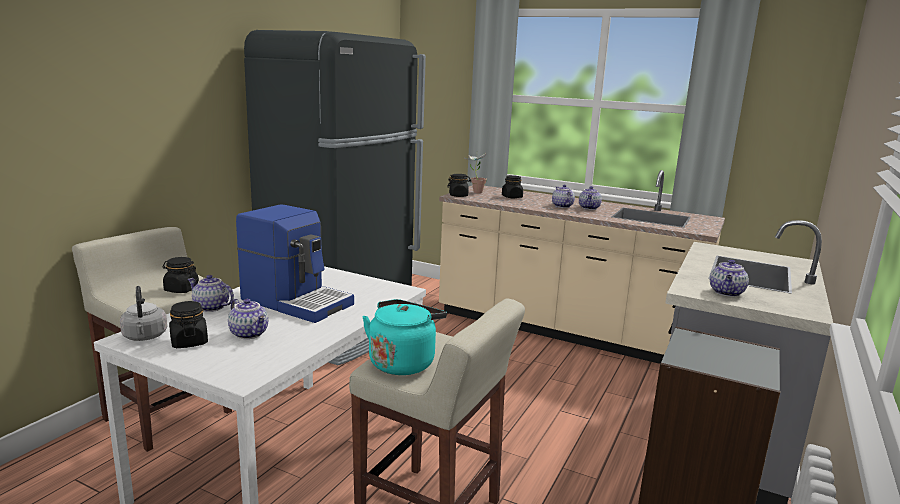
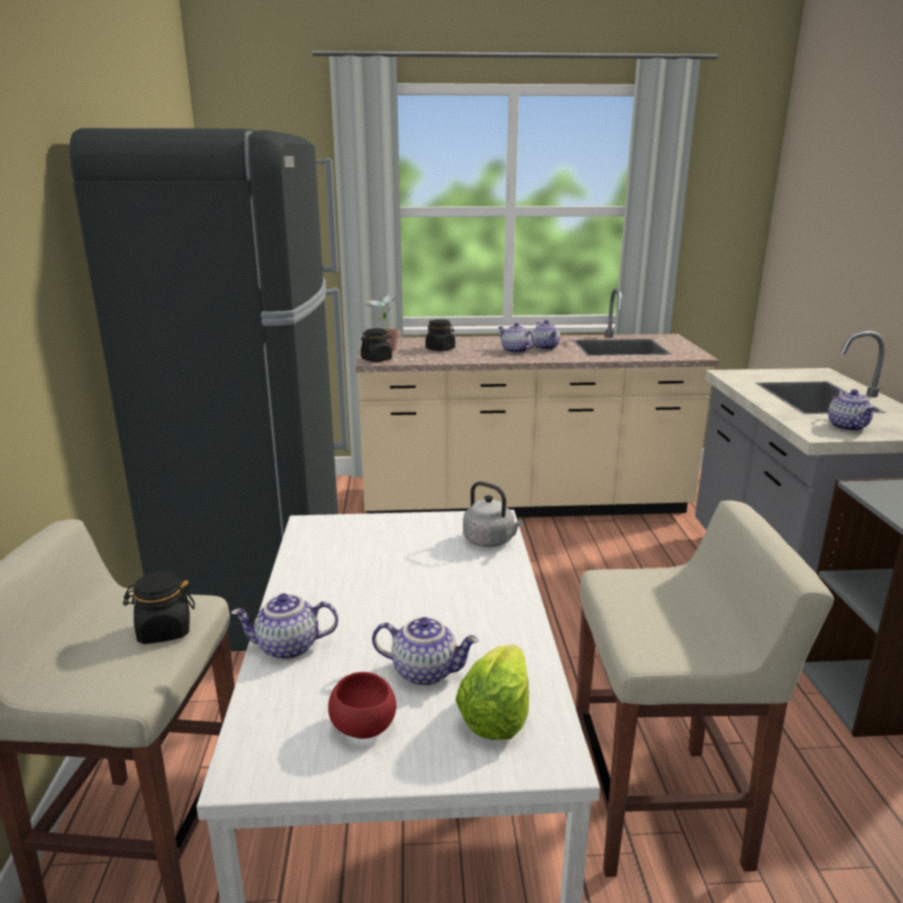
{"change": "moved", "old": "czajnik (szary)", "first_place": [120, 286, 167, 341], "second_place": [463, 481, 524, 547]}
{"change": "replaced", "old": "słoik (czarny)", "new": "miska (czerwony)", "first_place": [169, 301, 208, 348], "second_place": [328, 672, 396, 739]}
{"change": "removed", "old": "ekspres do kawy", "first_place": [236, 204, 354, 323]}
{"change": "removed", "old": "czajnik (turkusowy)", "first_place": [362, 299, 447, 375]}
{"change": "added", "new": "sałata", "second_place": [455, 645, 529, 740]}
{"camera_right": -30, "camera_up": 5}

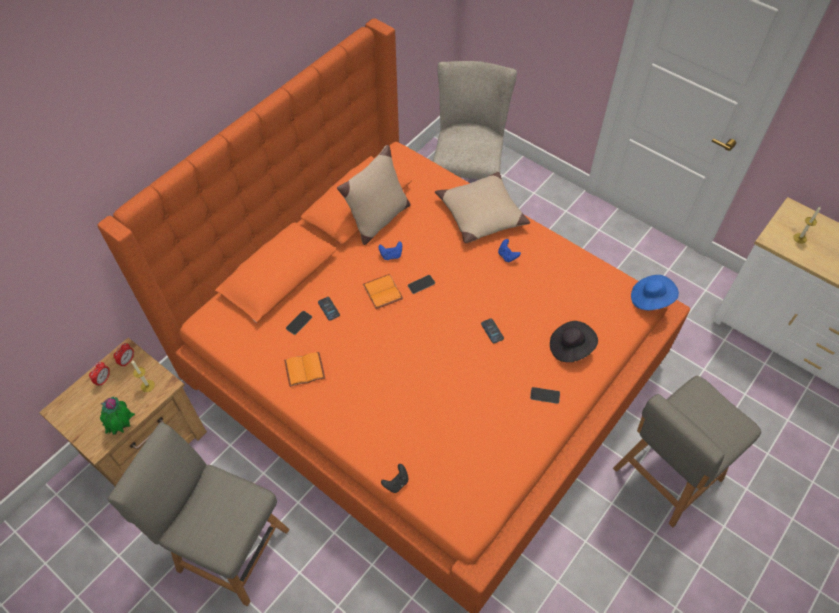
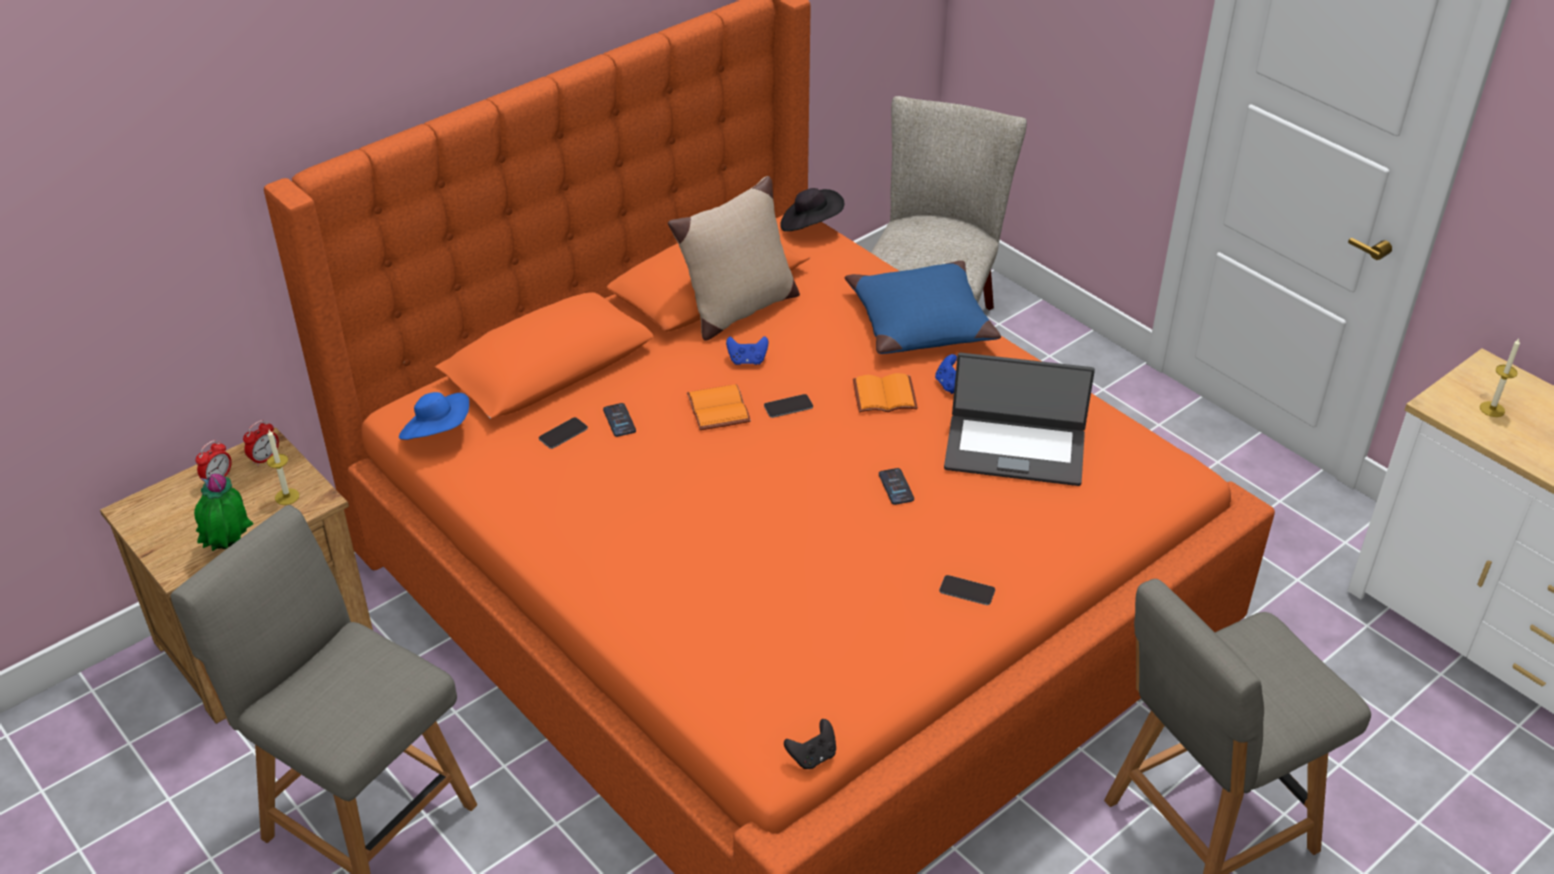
{"change": "moved", "old": "książka (pomarańczowy)", "first_place": [284, 352, 325, 387], "second_place": [853, 373, 918, 413]}
{"change": "moved", "old": "pad do gier (czarny)", "first_place": [381, 464, 409, 493], "second_place": [784, 719, 836, 769]}
{"change": "recoloured", "old": "poduszka (beżowy)", "new": "poduszka (niebieski)", "first_place": [435, 172, 530, 243], "second_place": [845, 260, 1001, 354]}
{"change": "moved", "old": "kapelusz (czarny)", "first_place": [550, 321, 598, 362], "second_place": [780, 188, 844, 232]}
{"change": "moved", "old": "kapelusz (niebieski)", "first_place": [631, 275, 679, 310], "second_place": [399, 392, 469, 440]}
{"change": "added", "new": "laptop", "second_place": [944, 353, 1095, 486]}
{"camera_right": 10, "camera_up": -15}

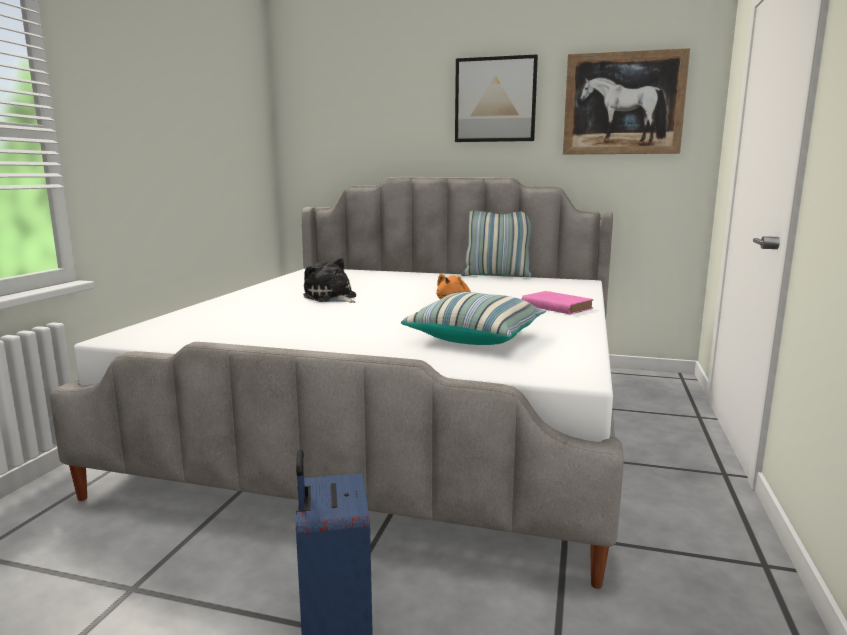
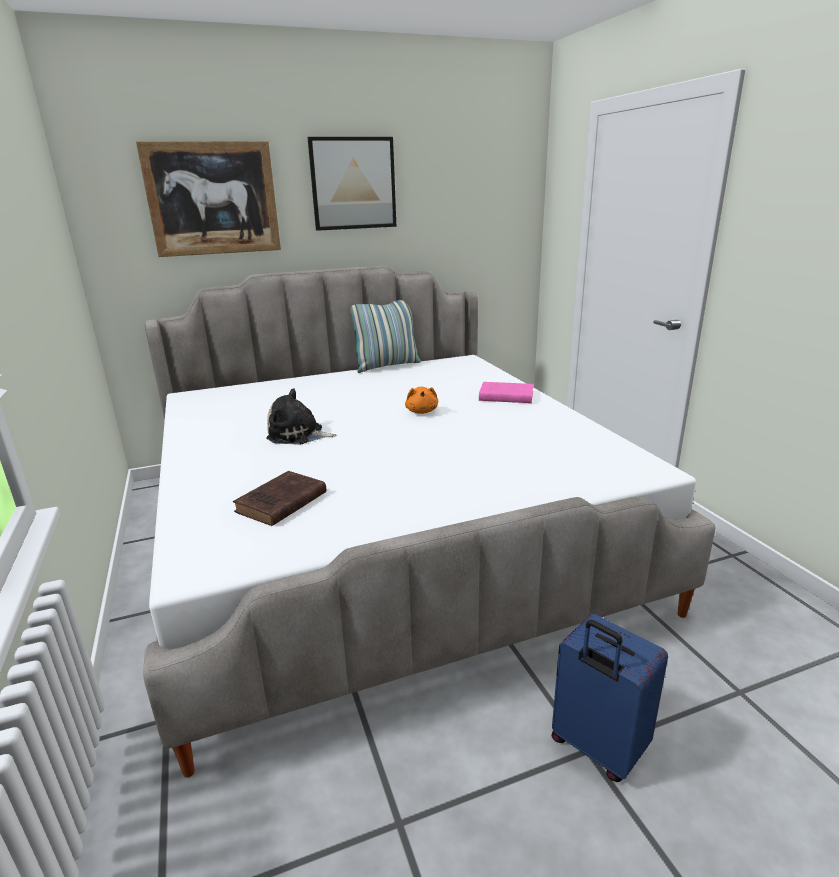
{"change": "removed", "old": "poduszka", "first_place": [401, 292, 546, 345]}
{"change": "moved", "old": "obraz", "first_place": [563, 48, 690, 155], "second_place": [136, 141, 281, 257]}
{"change": "added", "new": "książka (brązowy)", "second_place": [233, 471, 326, 526]}
{"camera_right": -35, "camera_up": 10}

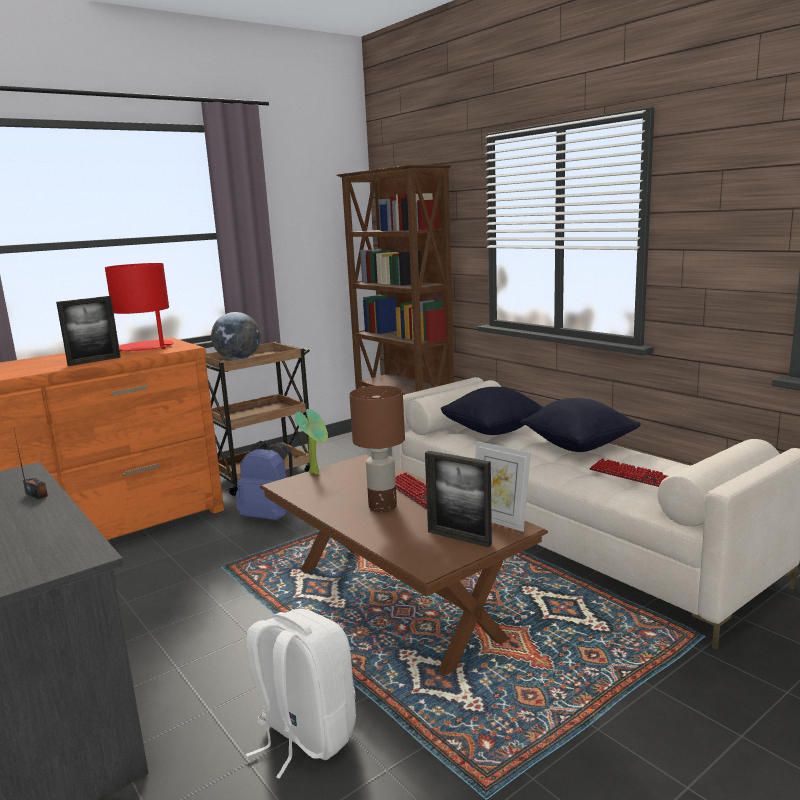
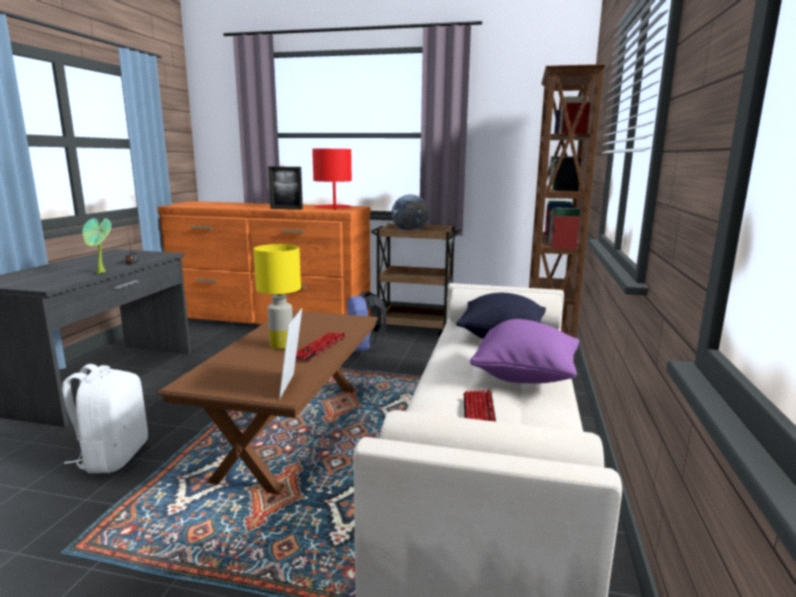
{"change": "moved", "old": "roślina doniczkowa", "first_place": [295, 409, 328, 474], "second_place": [82, 218, 111, 274]}
{"change": "recoloured", "old": "lampa stołowa (brązowy)", "new": "lampa stołowa (żółty)", "first_place": [349, 386, 405, 512], "second_place": [254, 244, 301, 349]}
{"change": "removed", "old": "ramka na zdjęcie", "first_place": [425, 451, 492, 547]}
{"change": "recoloured", "old": "poduszka (czarny)", "new": "poduszka (fioletowy)", "first_place": [520, 398, 641, 452], "second_place": [470, 319, 579, 384]}
{"camera_right": 50, "camera_up": 0}

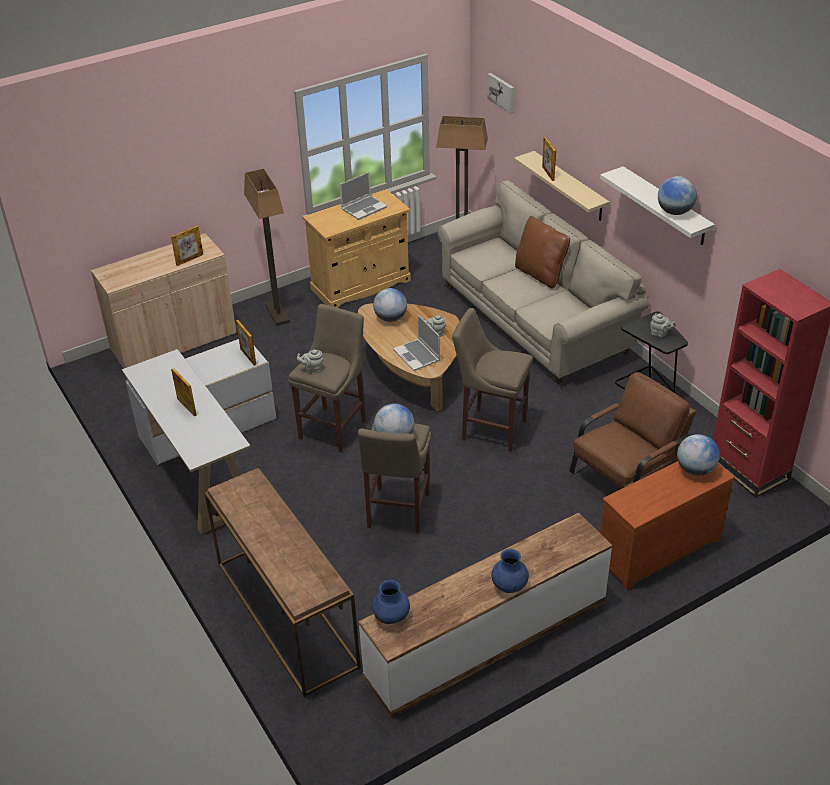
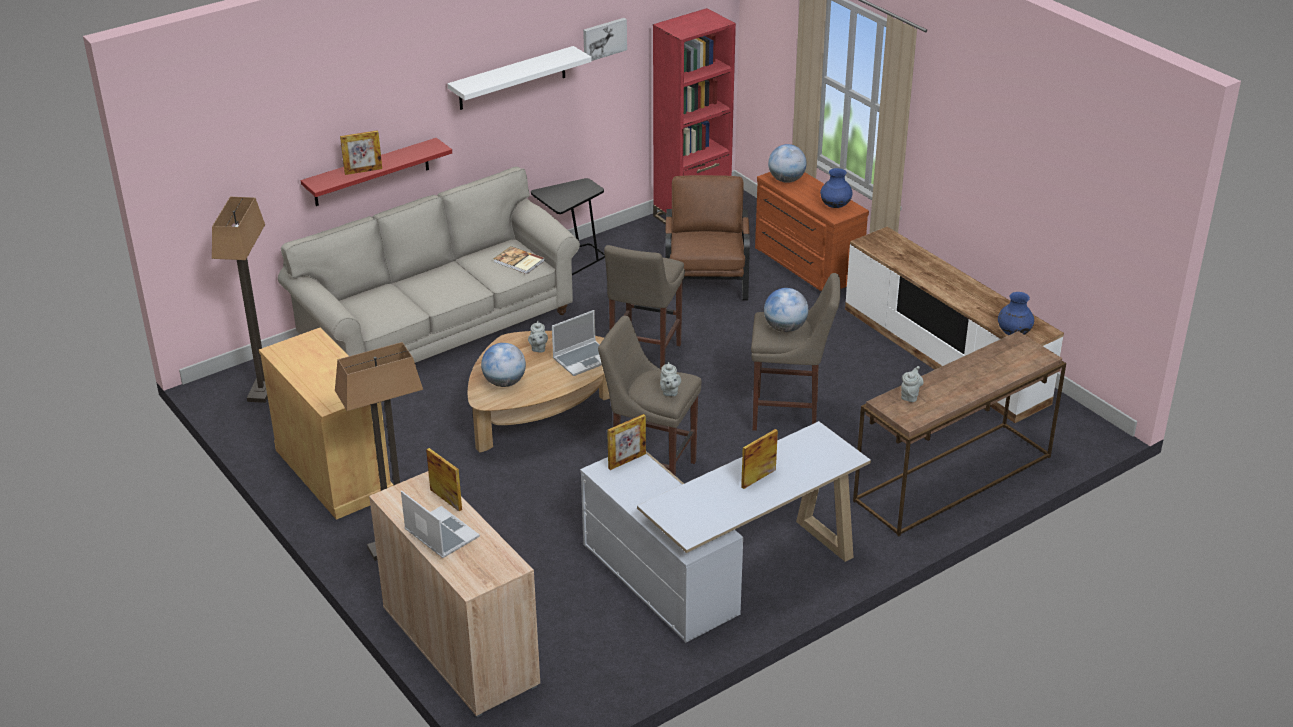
{"change": "moved", "old": "laptop", "first_place": [340, 172, 387, 220], "second_place": [401, 491, 480, 558]}
{"change": "moved", "old": "obraz", "first_place": [488, 73, 514, 114], "second_place": [583, 18, 627, 61]}
{"change": "moved", "old": "wazon (niebieski)", "first_place": [491, 549, 529, 593], "second_place": [820, 168, 853, 208]}
{"change": "recoloured", "old": "półka (beżowy)", "new": "półka (czerwony)", "first_place": [514, 151, 609, 221], "second_place": [301, 138, 452, 206]}
{"change": "removed", "old": "poduszka (brązowy)", "first_place": [515, 216, 570, 289]}
{"change": "turned", "old": "fotel (brązowy)", "first_place": [570, 372, 696, 489], "second_place": [665, 175, 750, 300], "degrees": 45}
{"change": "moved", "old": "imbryk (szary)", "first_place": [650, 313, 676, 337], "second_place": [901, 366, 924, 402]}
{"change": "removed", "old": "globus", "first_place": [658, 176, 697, 215]}
{"change": "added", "new": "książka", "second_place": [493, 246, 545, 274]}
{"camera_right": -95, "camera_up": -5}

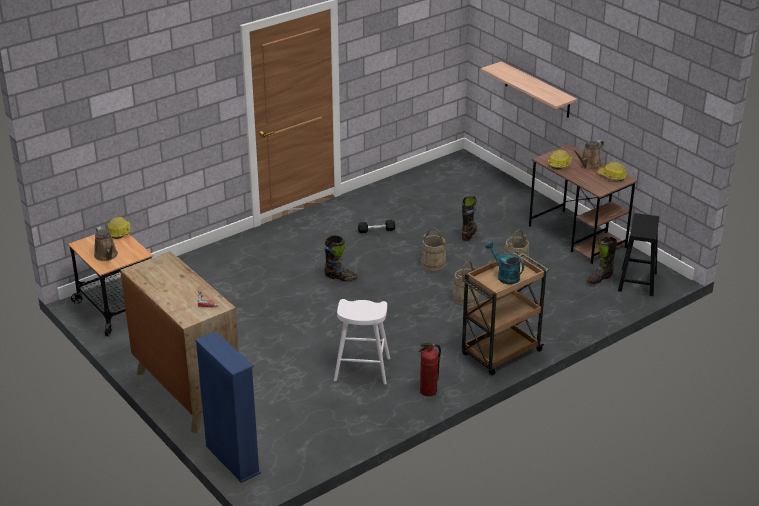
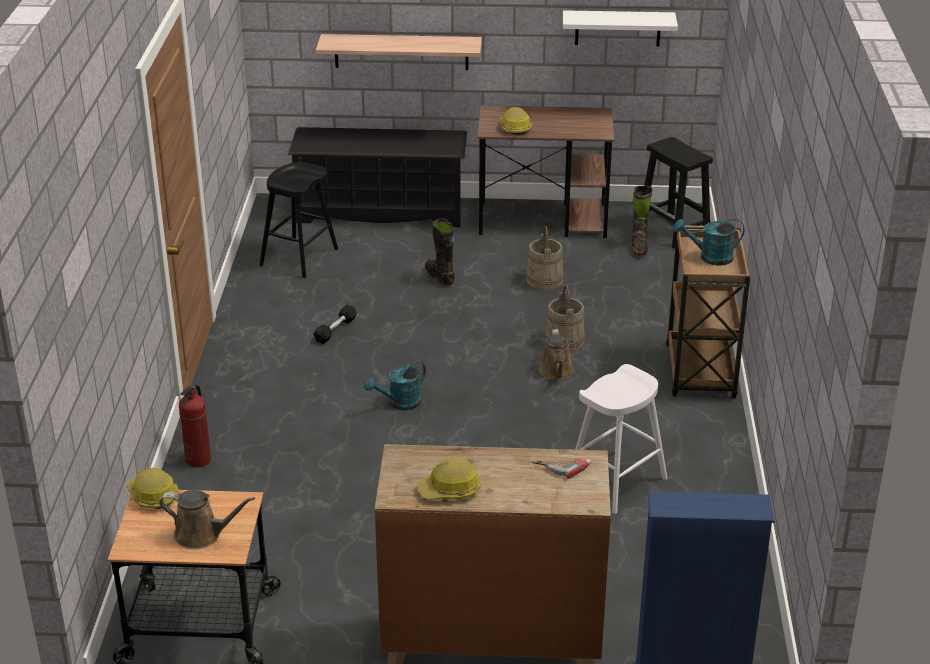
{"change": "replaced", "old": "but z cholewką (czarny)", "new": "konewka (turkusowy)", "first_place": [324, 235, 358, 281], "second_place": [364, 360, 426, 411]}
{"change": "moved", "old": "gaśnica", "first_place": [419, 342, 441, 396], "second_place": [179, 385, 211, 468]}
{"change": "removed", "old": "wiadro (beżowy)", "first_place": [421, 228, 447, 271]}
{"change": "moved", "old": "konewka (brązowy)", "first_place": [572, 140, 604, 169], "second_place": [539, 329, 574, 380]}
{"change": "moved", "old": "kask", "first_place": [597, 162, 627, 181], "second_place": [416, 457, 481, 500]}
{"change": "added", "new": "stołek (czarny)", "second_place": [259, 162, 338, 278]}
{"change": "added", "new": "regał na buty (czarny)", "second_place": [288, 127, 467, 227]}
{"change": "added", "new": "półka (biały)", "second_place": [563, 10, 678, 46]}
{"camera_right": -50, "camera_up": 0}

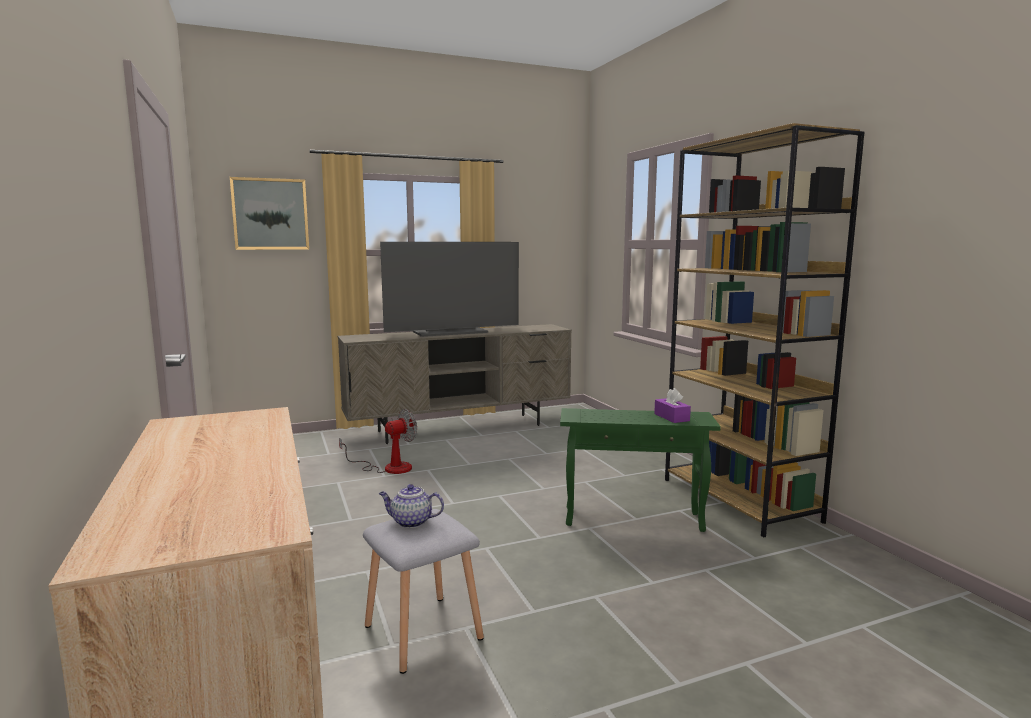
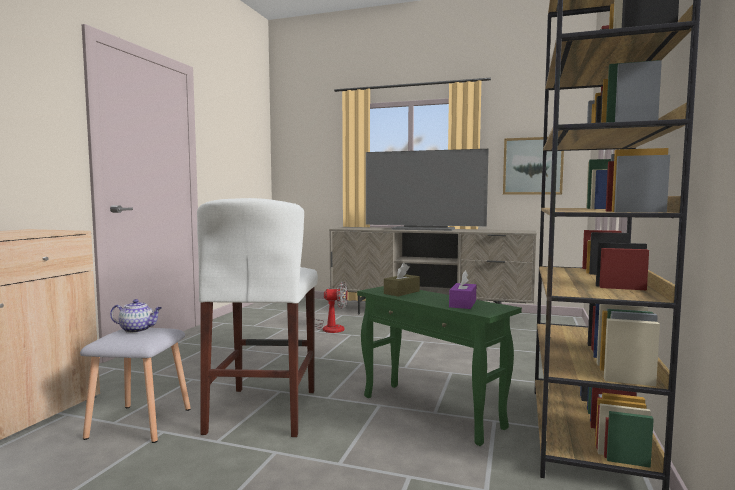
{"change": "moved", "old": "obraz", "first_place": [230, 177, 309, 250], "second_place": [503, 137, 564, 195]}
{"change": "turned", "old": "imbryk", "first_place": [379, 484, 444, 528], "second_place": [110, 299, 162, 333], "degrees": 135}
{"change": "added", "new": "stołek (biały)", "second_place": [197, 198, 318, 437]}
{"change": "added", "new": "pudełko chusteczek (brązowy)", "second_place": [384, 263, 420, 296]}
{"camera_right": 40, "camera_up": -5}

